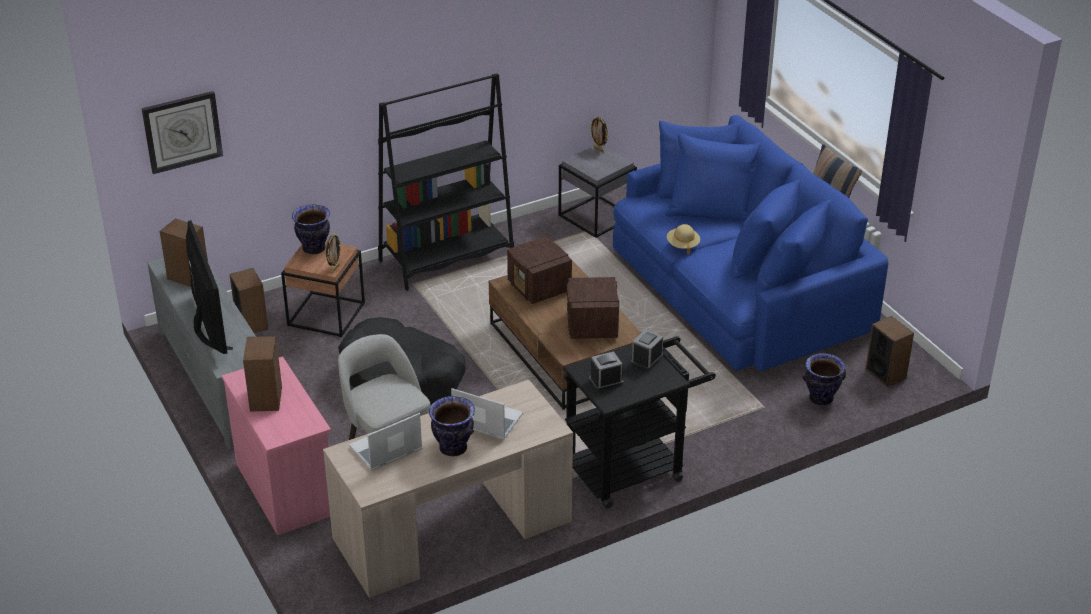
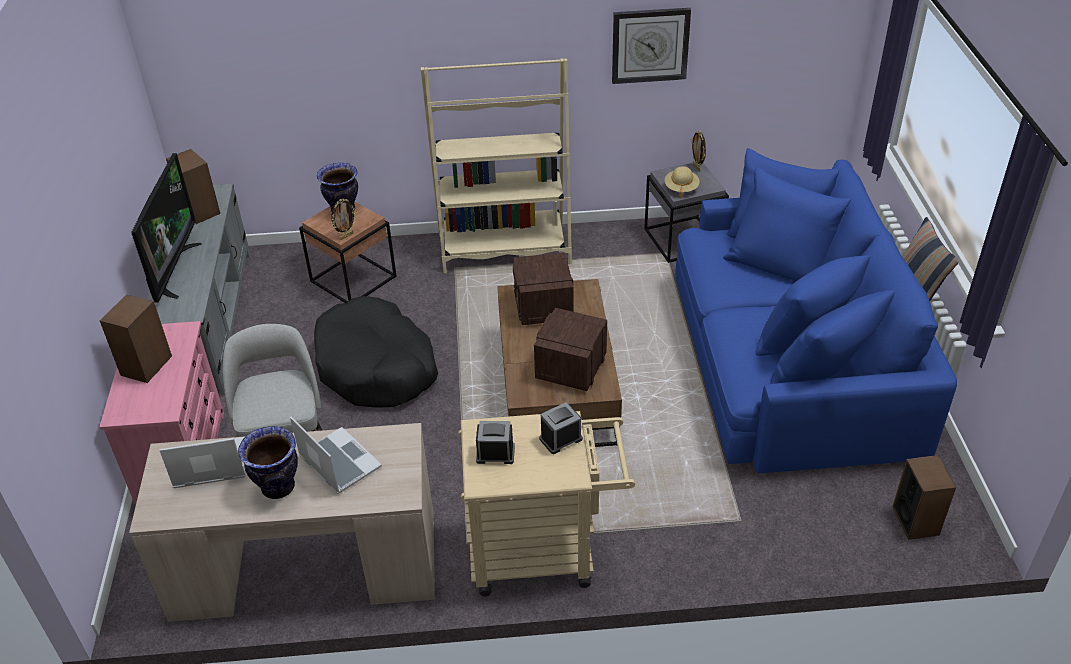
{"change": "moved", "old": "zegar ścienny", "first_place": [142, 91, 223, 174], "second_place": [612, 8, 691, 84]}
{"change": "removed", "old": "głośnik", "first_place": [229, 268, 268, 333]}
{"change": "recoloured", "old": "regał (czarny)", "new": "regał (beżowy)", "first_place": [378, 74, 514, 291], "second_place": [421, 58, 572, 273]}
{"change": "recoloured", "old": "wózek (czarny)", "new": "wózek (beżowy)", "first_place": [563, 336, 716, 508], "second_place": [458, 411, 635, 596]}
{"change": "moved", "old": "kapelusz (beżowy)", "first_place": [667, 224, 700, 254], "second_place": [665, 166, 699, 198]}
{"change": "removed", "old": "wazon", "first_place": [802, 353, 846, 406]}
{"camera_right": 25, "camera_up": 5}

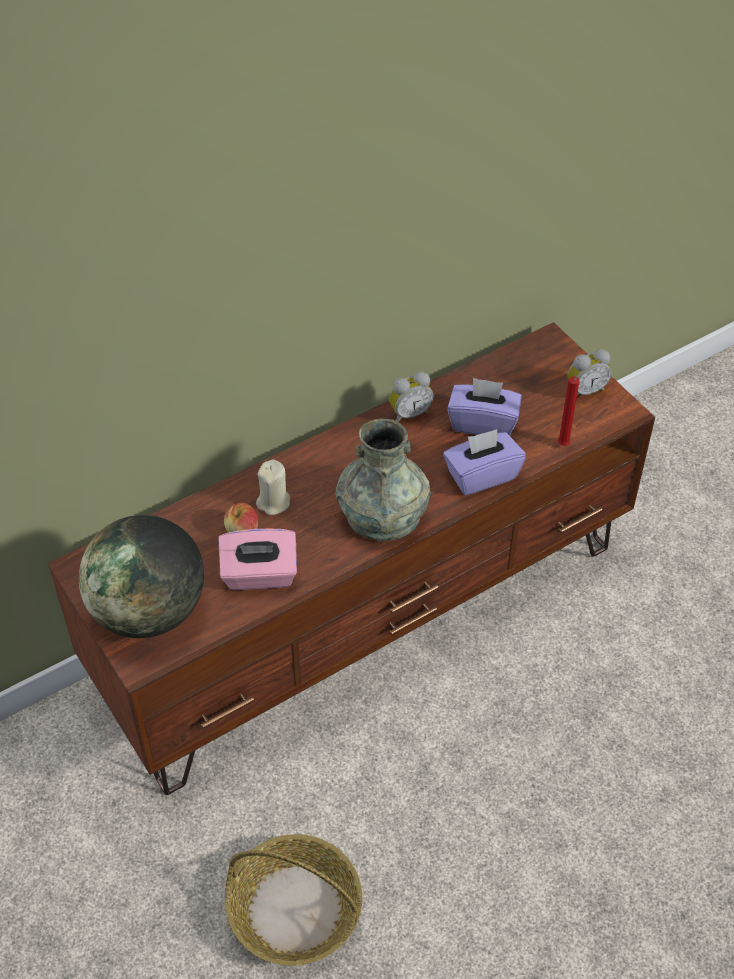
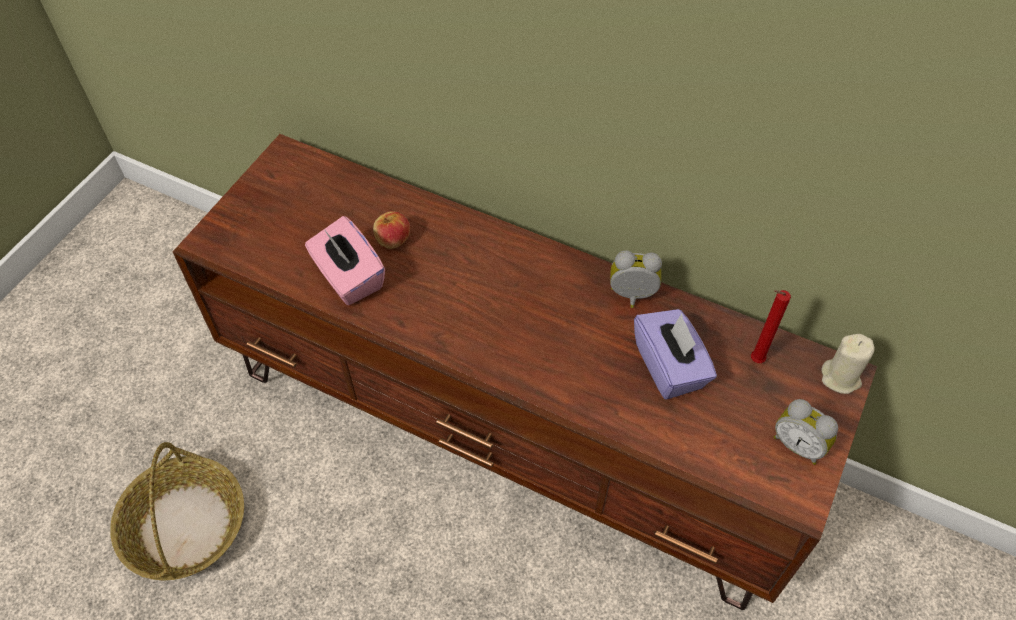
{"change": "removed", "old": "globus", "first_place": [79, 515, 204, 638]}
{"change": "moved", "old": "świeca (beżowy)", "first_place": [256, 459, 290, 515], "second_place": [822, 334, 875, 394]}
{"change": "removed", "old": "wazon (szary)", "first_place": [335, 419, 431, 541]}
{"change": "turned", "old": "budzik", "first_place": [389, 372, 434, 422], "second_place": [610, 251, 662, 308], "degrees": 150}
{"change": "removed", "old": "pudełko chusteczek (fioletowy)", "first_place": [443, 429, 526, 495]}
{"change": "moved", "old": "świeca (czerwony)", "first_place": [558, 376, 580, 446], "second_place": [751, 290, 791, 363]}
{"camera_right": 60, "camera_up": 5}

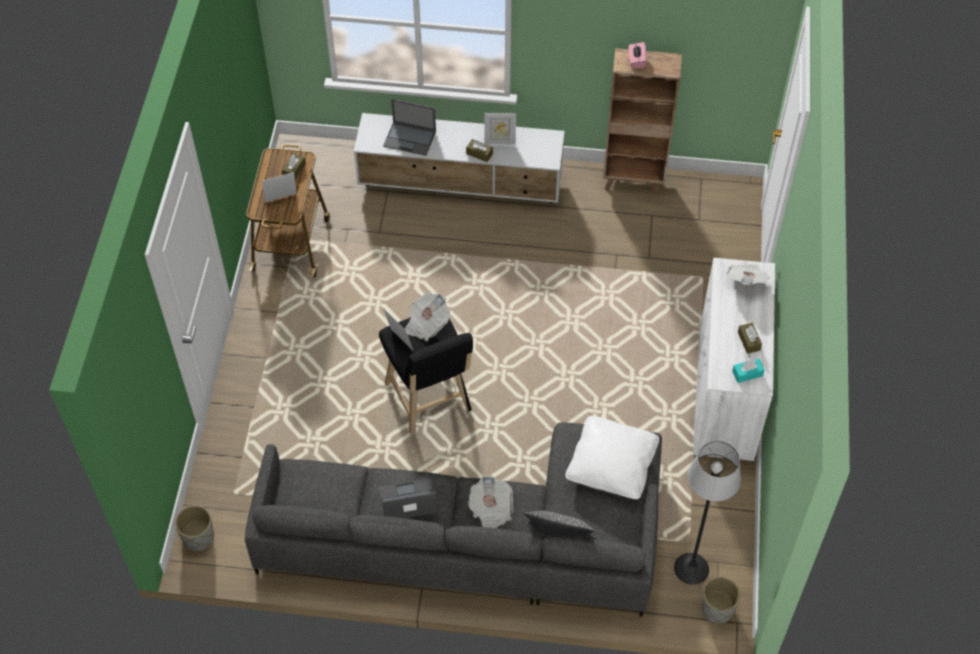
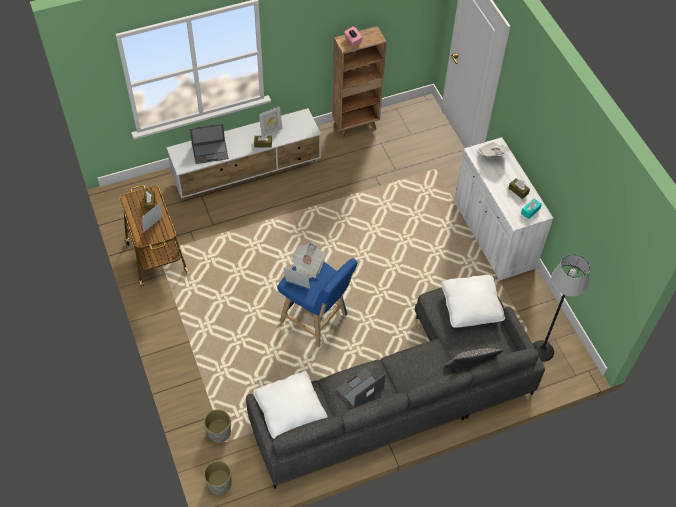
{"change": "recoloured", "old": "stołek (czarny)", "new": "stołek (niebieski)", "first_place": [379, 317, 473, 435], "second_place": [277, 258, 358, 348]}
{"change": "removed", "old": "gazeta", "first_place": [468, 475, 513, 528]}
{"change": "moved", "old": "donica (szary)", "first_place": [701, 577, 740, 624], "second_place": [204, 409, 231, 443]}
{"change": "added", "new": "poduszka (biały)", "second_place": [254, 371, 328, 439]}
{"camera_right": -30, "camera_up": 0}

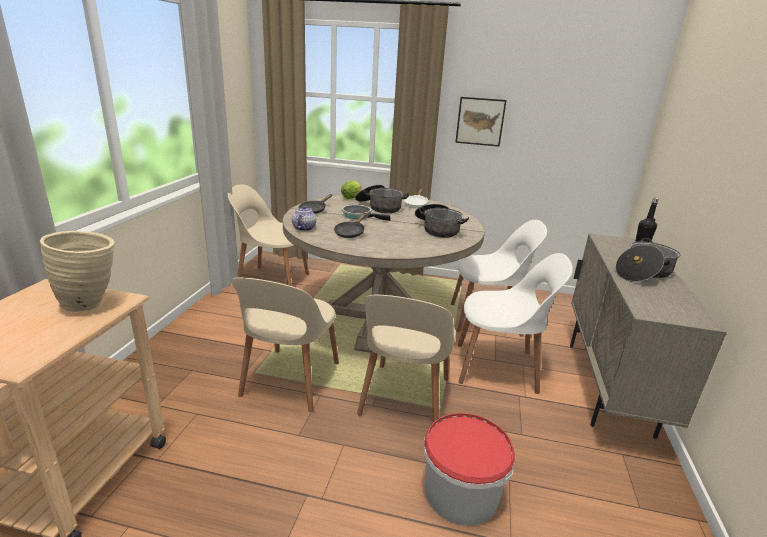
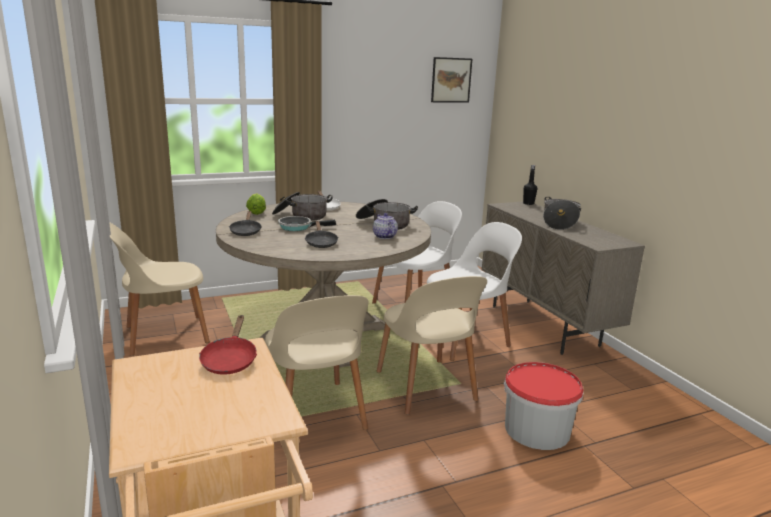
{"change": "replaced", "old": "wazon (beżowy)", "new": "patelnia (czerwony)", "first_place": [40, 231, 115, 312], "second_place": [199, 315, 257, 375]}
{"change": "moved", "old": "imbryk", "first_place": [292, 206, 316, 231], "second_place": [373, 213, 398, 239]}
{"change": "moved", "old": "obraz", "first_place": [455, 97, 507, 147], "second_place": [431, 57, 472, 103]}
{"camera_right": -35, "camera_up": -5}

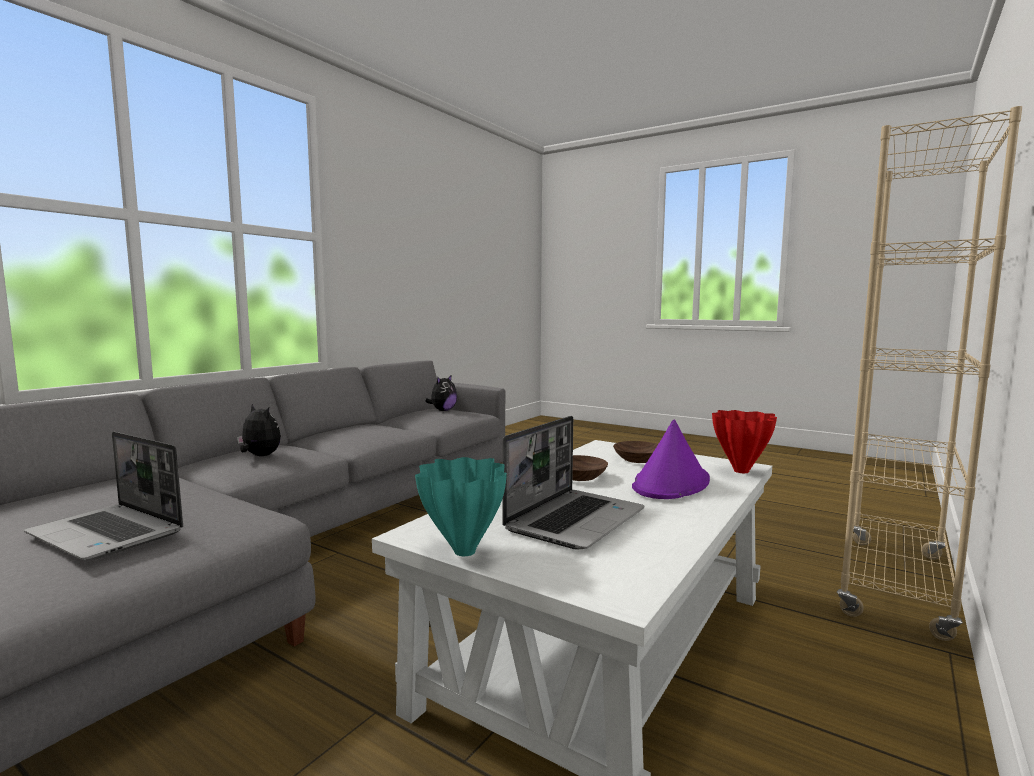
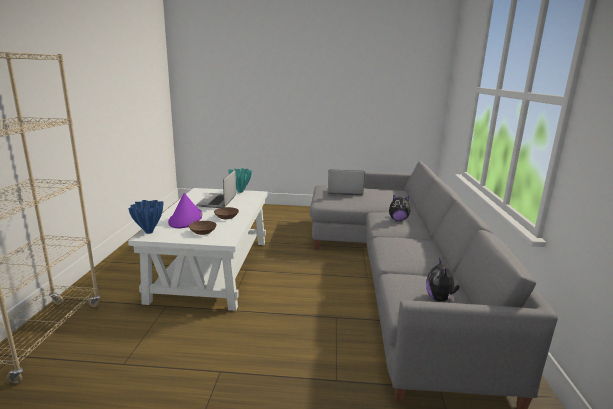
{"change": "recoloured", "old": "wazon (czerwony)", "new": "wazon (niebieski)", "first_place": [712, 410, 777, 473], "second_place": [128, 200, 163, 234]}
{"camera_right": 150, "camera_up": 10}

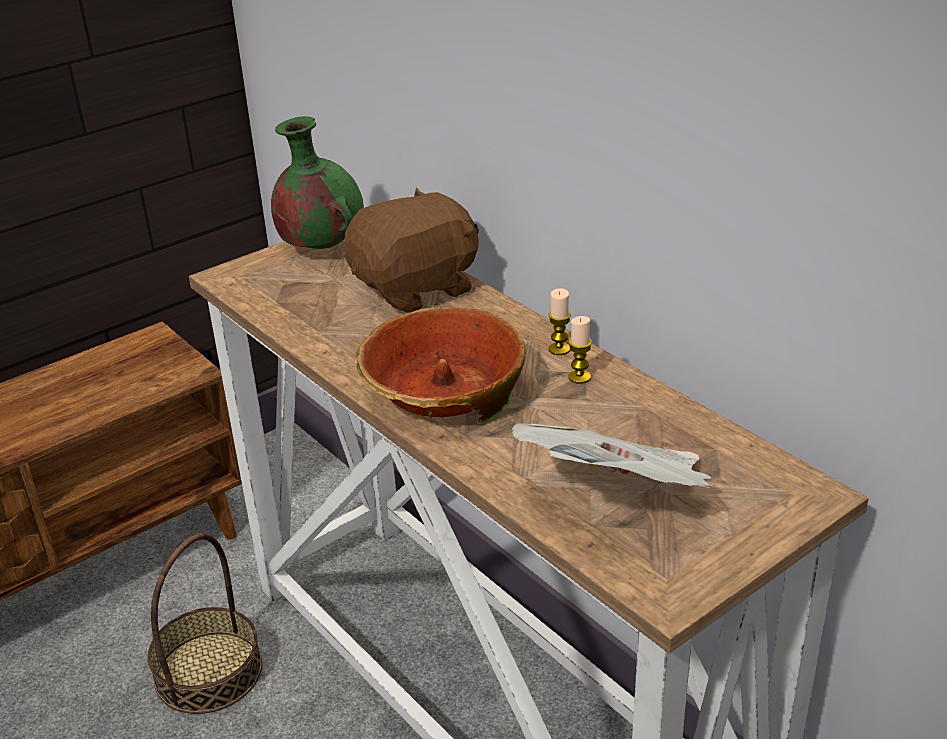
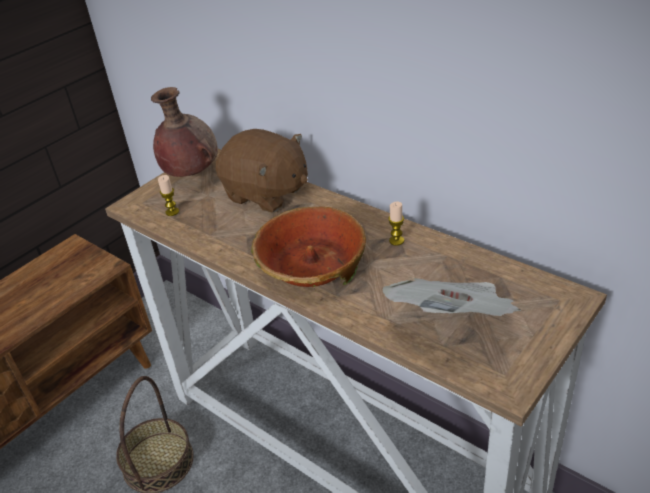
{"change": "recoloured", "old": "wazon (zielony)", "new": "wazon (brązowy)", "first_place": [271, 116, 364, 249], "second_place": [151, 87, 218, 177]}
{"change": "turned", "old": "pluszak (brązowy)", "first_place": [344, 187, 479, 313], "second_place": [216, 129, 308, 213], "degrees": 75}
{"change": "moved", "old": "świeca", "first_place": [548, 288, 571, 355], "second_place": [158, 175, 179, 216]}
{"camera_right": -10, "camera_up": 5}

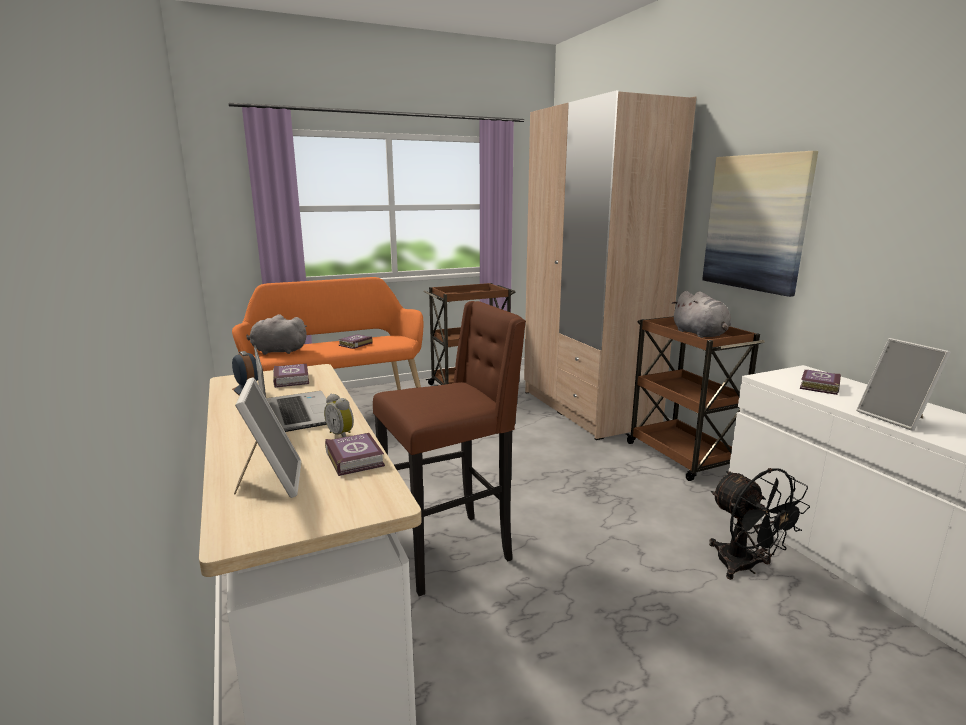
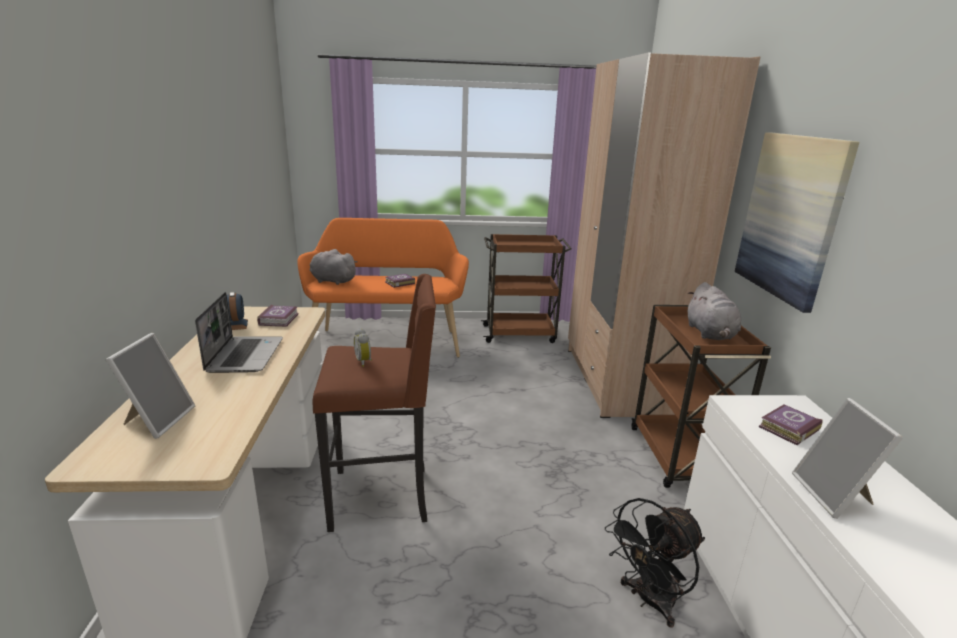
{"change": "moved", "old": "budzik", "first_place": [324, 393, 354, 437], "second_place": [354, 328, 372, 367]}
{"change": "removed", "old": "książka", "first_place": [325, 433, 385, 476]}
{"change": "turned", "old": "wentylator (czarny)", "first_place": [709, 468, 810, 580], "second_place": [605, 498, 705, 628], "degrees": 60}
{"camera_right": 20, "camera_up": 5}

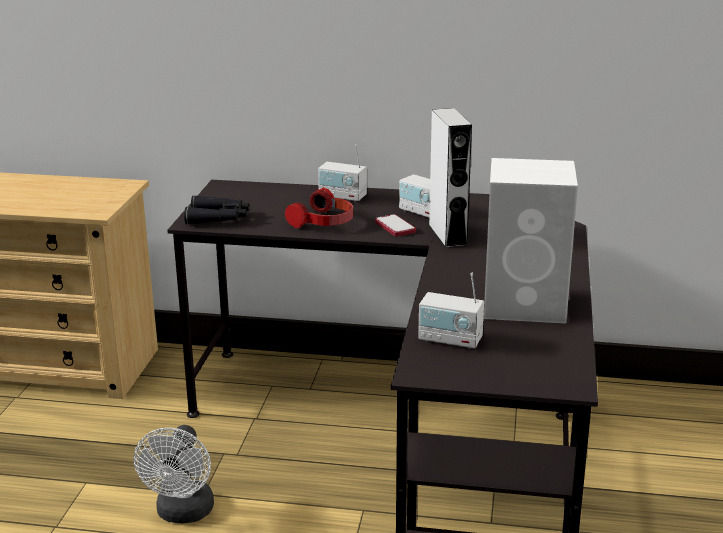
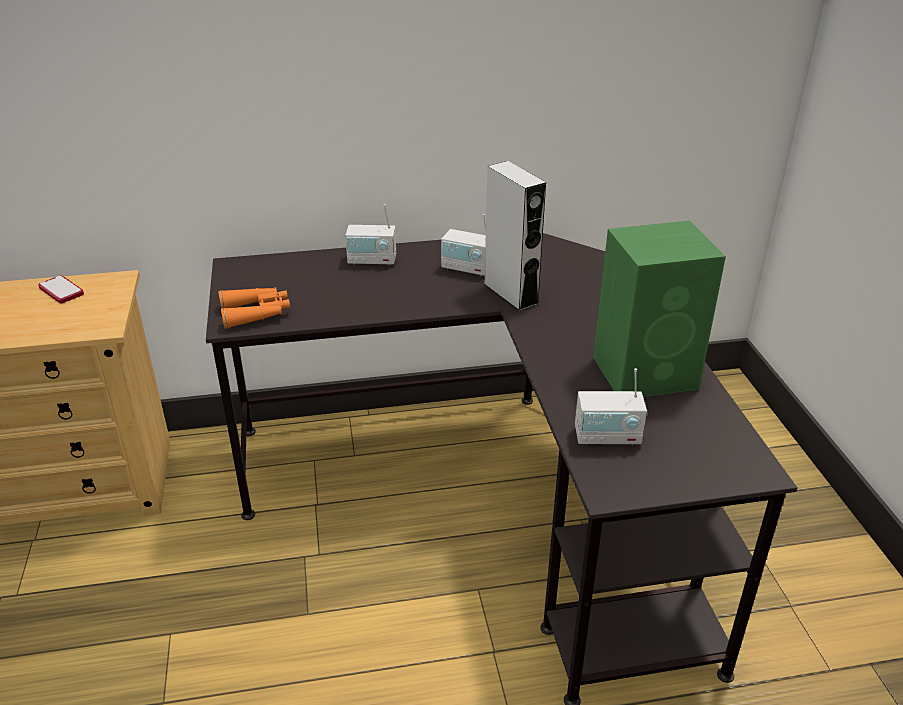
{"change": "removed", "old": "wentylator (biały)", "first_place": [134, 425, 214, 523]}
{"change": "recoloured", "old": "lornetka (czarny)", "new": "lornetka (pomarańczowy)", "first_place": [184, 195, 249, 225], "second_place": [218, 287, 290, 329]}
{"change": "removed", "old": "słuchawki", "first_place": [285, 187, 353, 228]}
{"change": "moved", "old": "telefon", "first_place": [375, 214, 416, 237], "second_place": [38, 275, 84, 303]}
{"change": "recoloured", "old": "głośnik (biały)", "new": "głośnik (zielony)", "first_place": [484, 158, 578, 323], "second_place": [593, 221, 726, 397]}
{"camera_right": -20, "camera_up": 10}

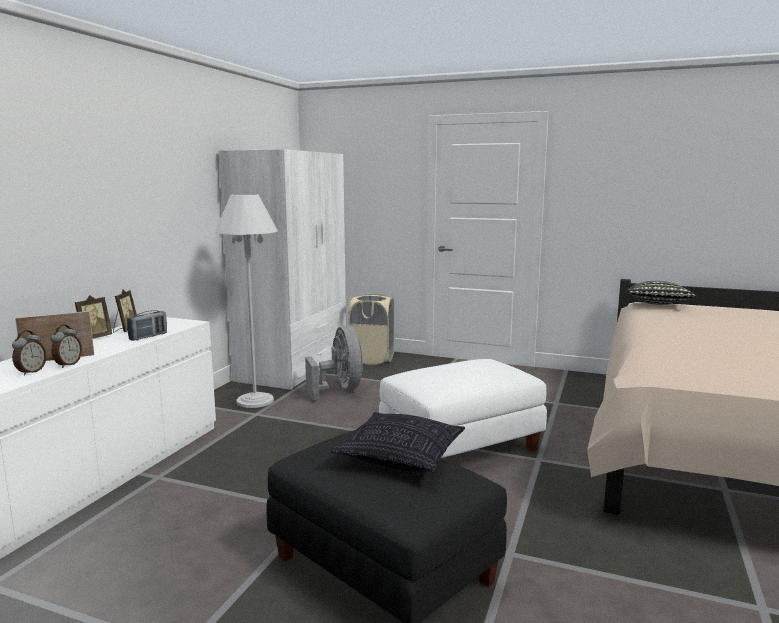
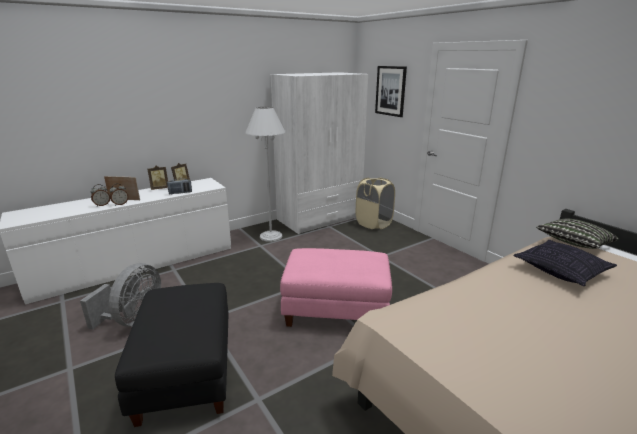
{"change": "moved", "old": "wentylator (szary)", "first_place": [305, 325, 363, 400], "second_place": [80, 263, 161, 330]}
{"change": "moved", "old": "poduszka", "first_place": [330, 412, 465, 473], "second_place": [513, 240, 617, 286]}
{"change": "recoloured", "old": "pufa (biały)", "new": "pufa (różowy)", "first_place": [379, 359, 547, 458], "second_place": [280, 248, 392, 327]}
{"change": "added", "new": "obraz", "second_place": [375, 66, 407, 117]}
{"camera_right": 35, "camera_up": 10}

